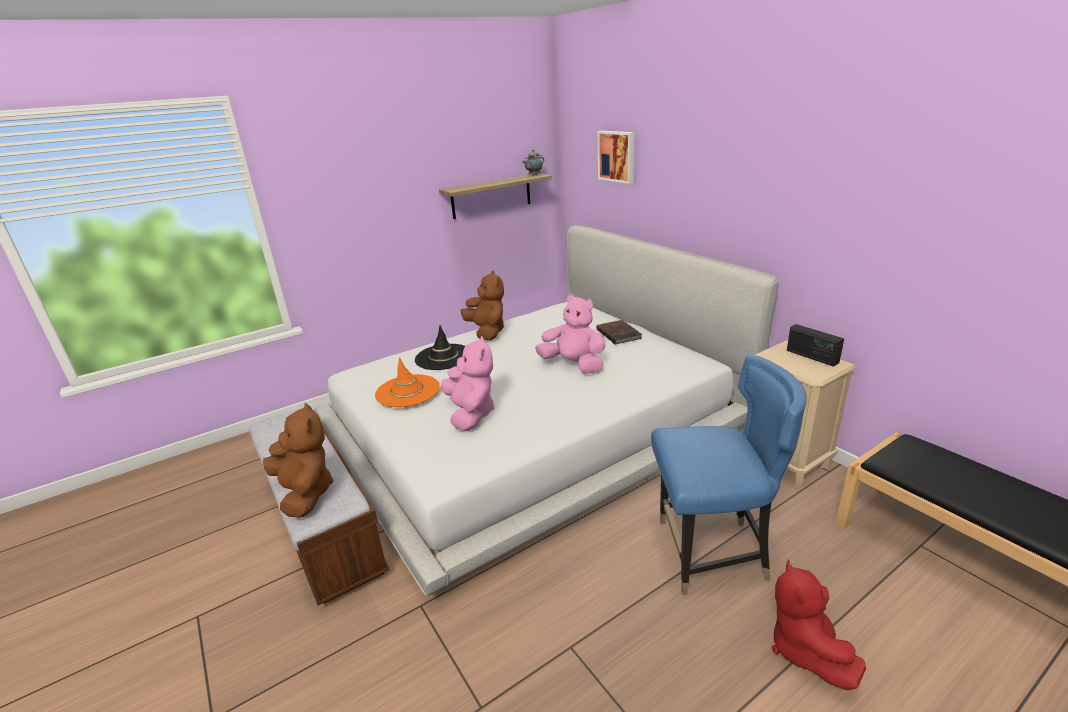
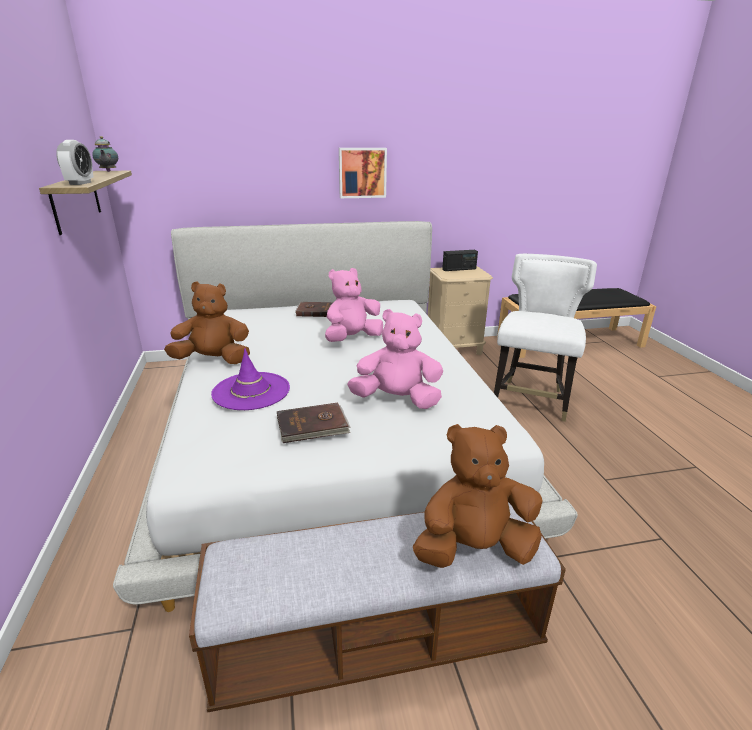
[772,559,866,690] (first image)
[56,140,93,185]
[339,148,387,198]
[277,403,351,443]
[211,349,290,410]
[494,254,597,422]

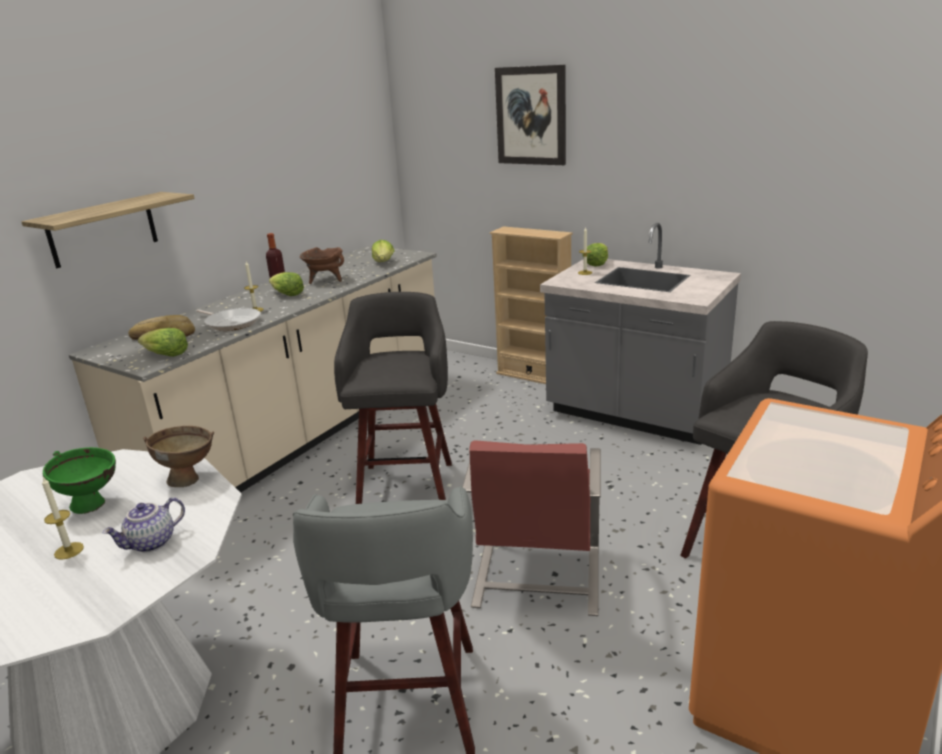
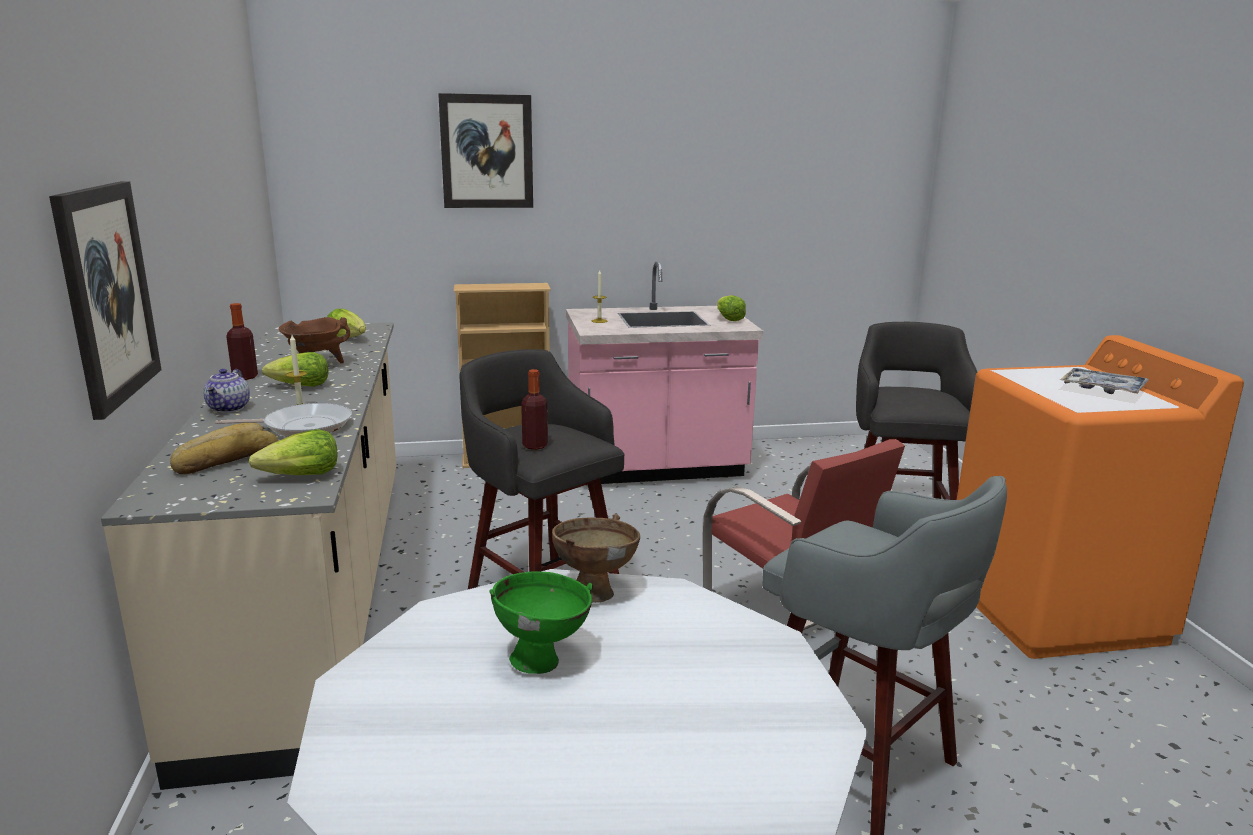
[42,477,84,560] (first image)
[521,369,548,450]
[1060,368,1149,394]
[204,369,250,413]
[717,295,746,321]
[49,181,162,420]
[566,262,763,485]

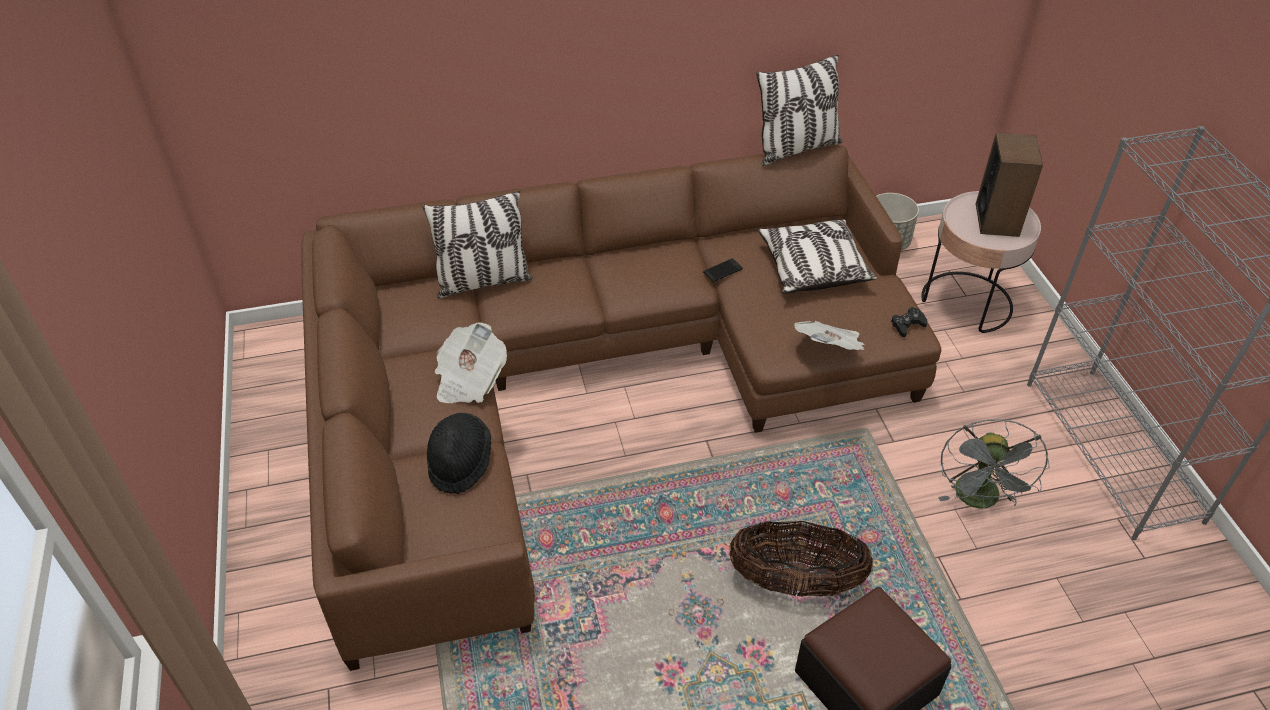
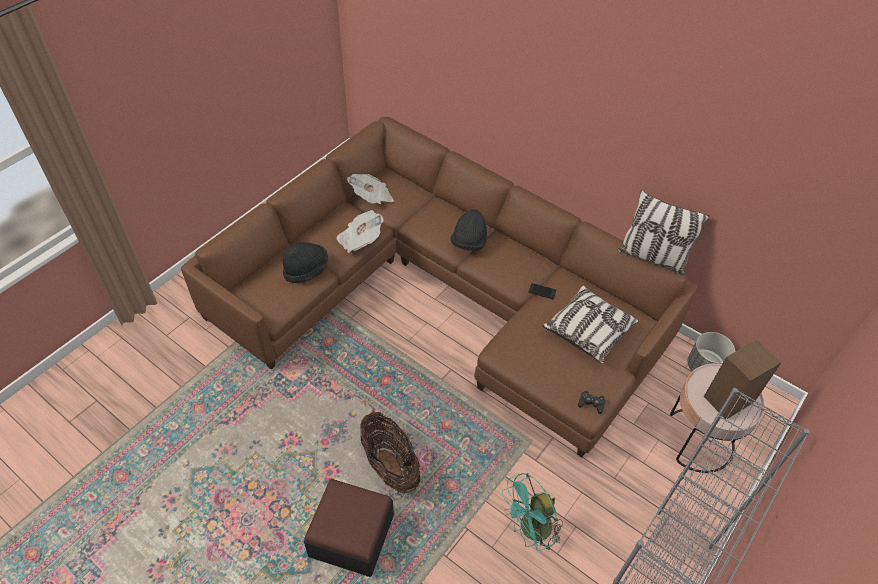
[423,191,533,298] (first image)
[450,209,487,251]
[347,174,394,204]
[502,473,563,551]

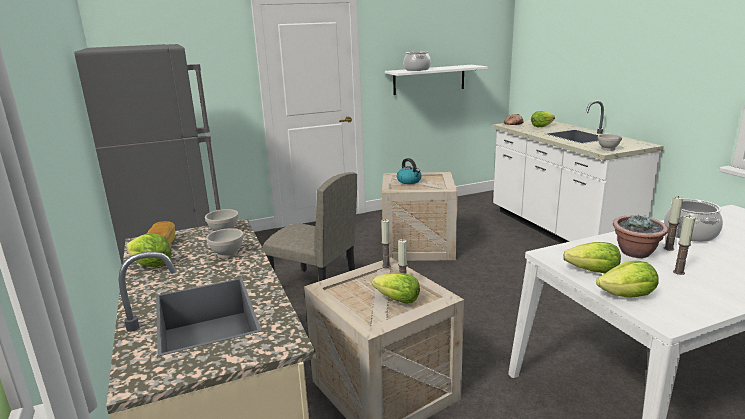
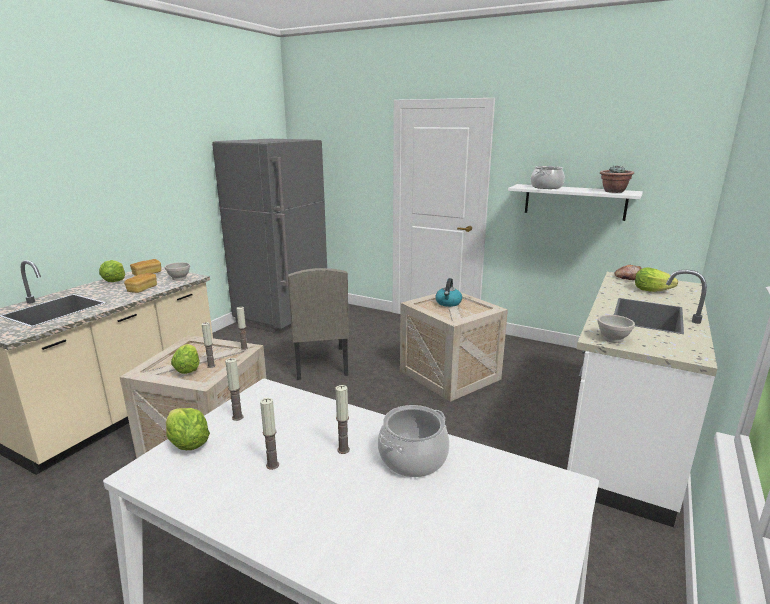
[600,165,634,193]
[124,273,157,293]
[225,358,243,421]

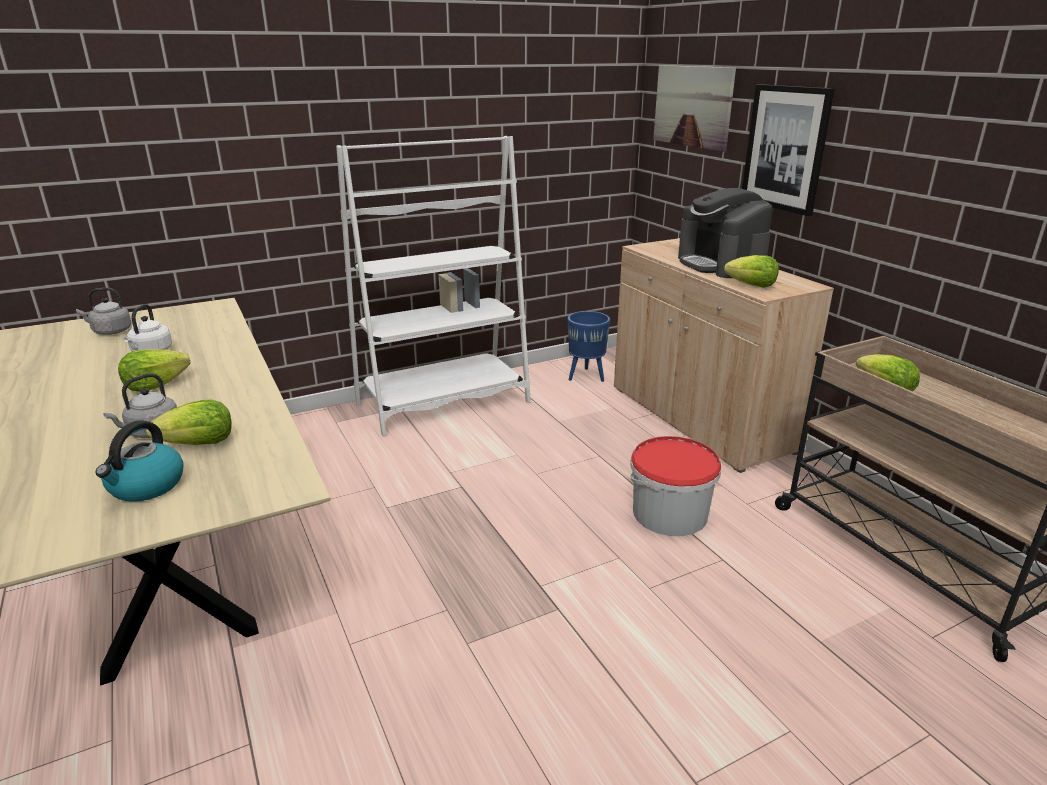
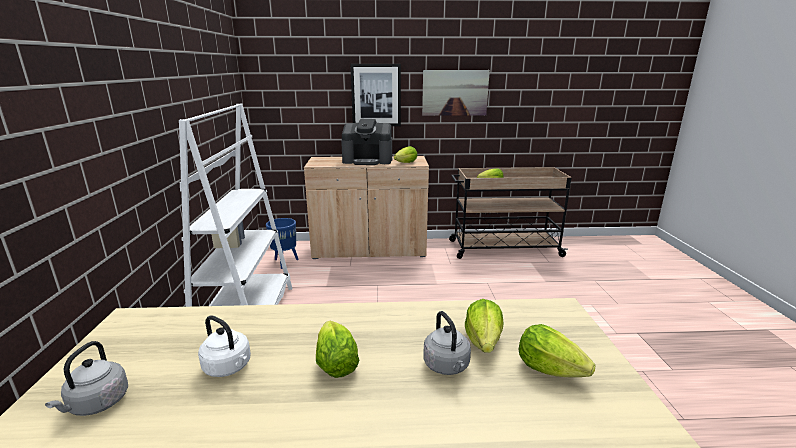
[630,436,721,536] (first image)
[422,70,490,116]
[518,324,596,377]

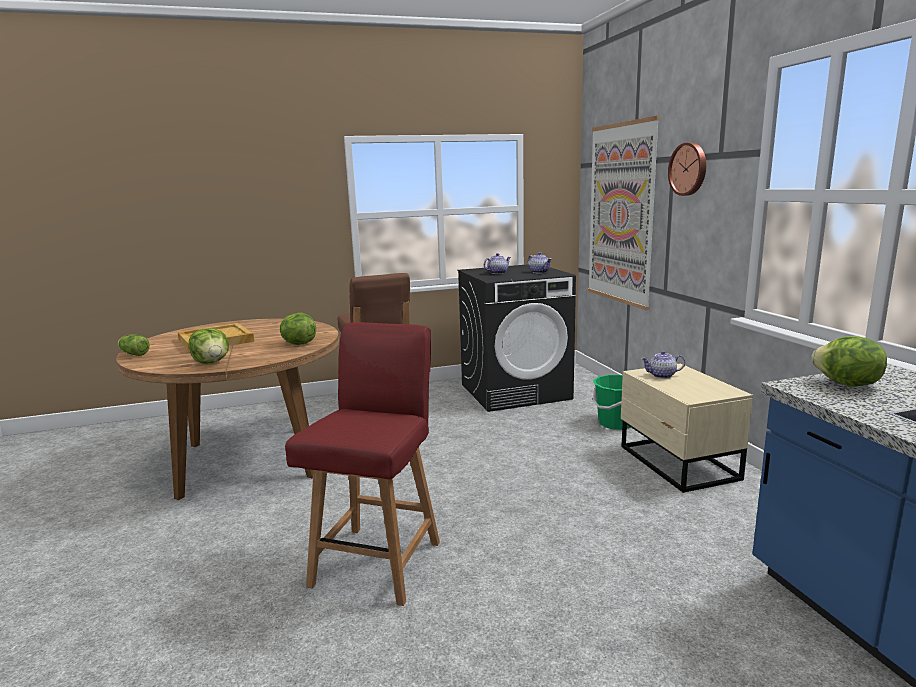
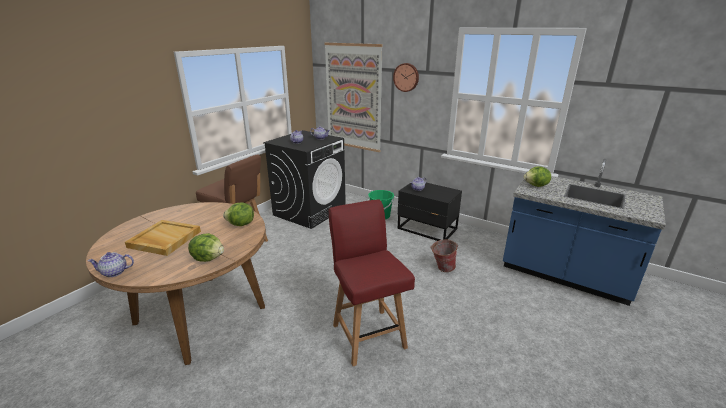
[431,239,458,272]
[88,252,134,277]
[398,183,462,241]

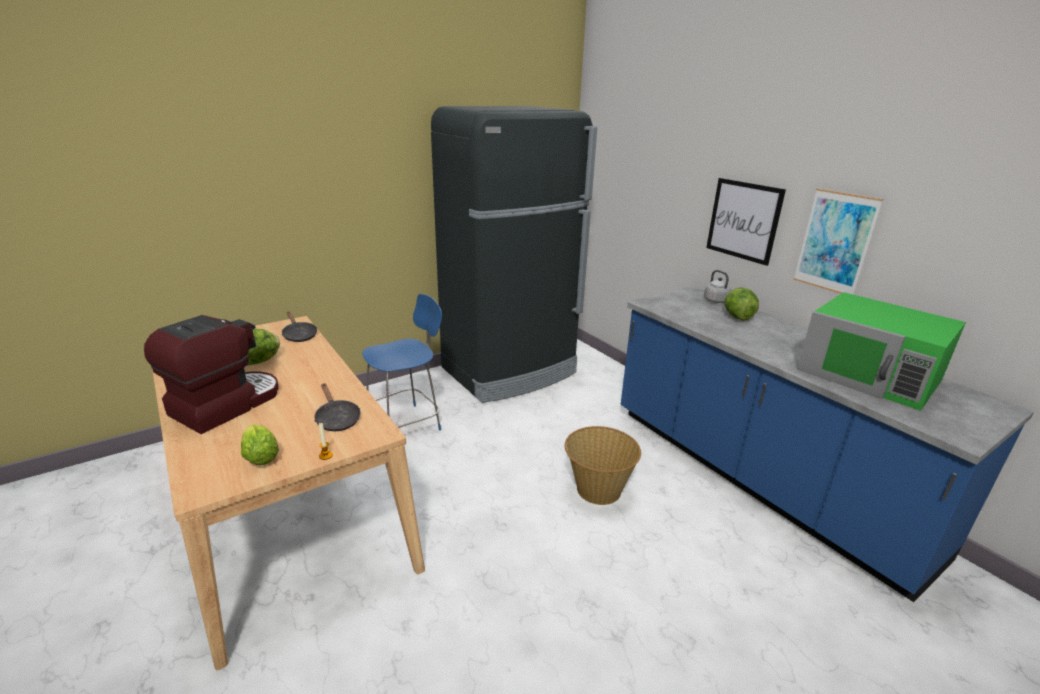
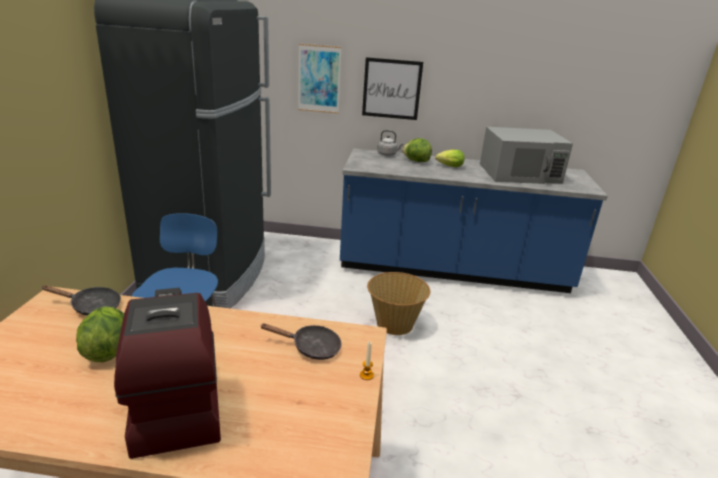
[435,149,465,167]
[298,44,342,113]
[480,127,573,184]

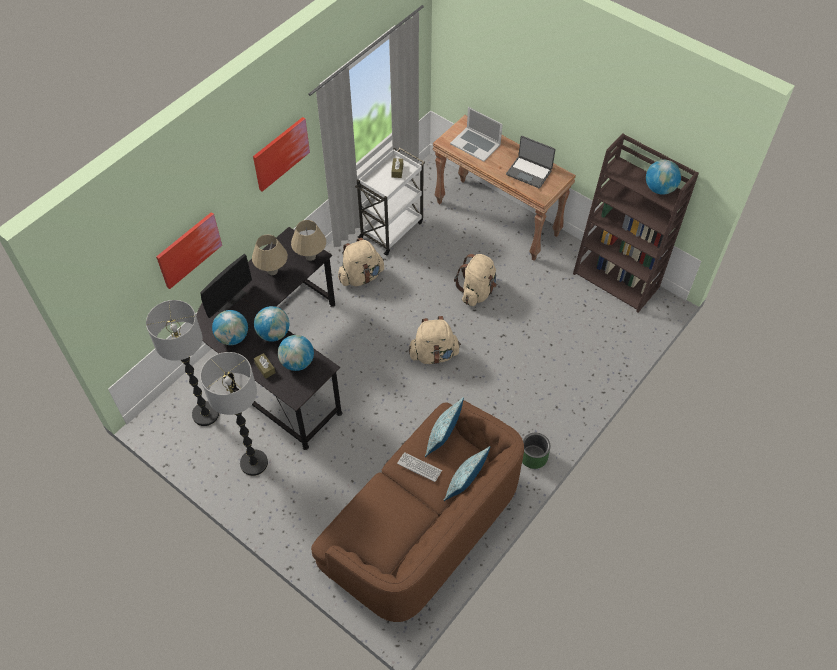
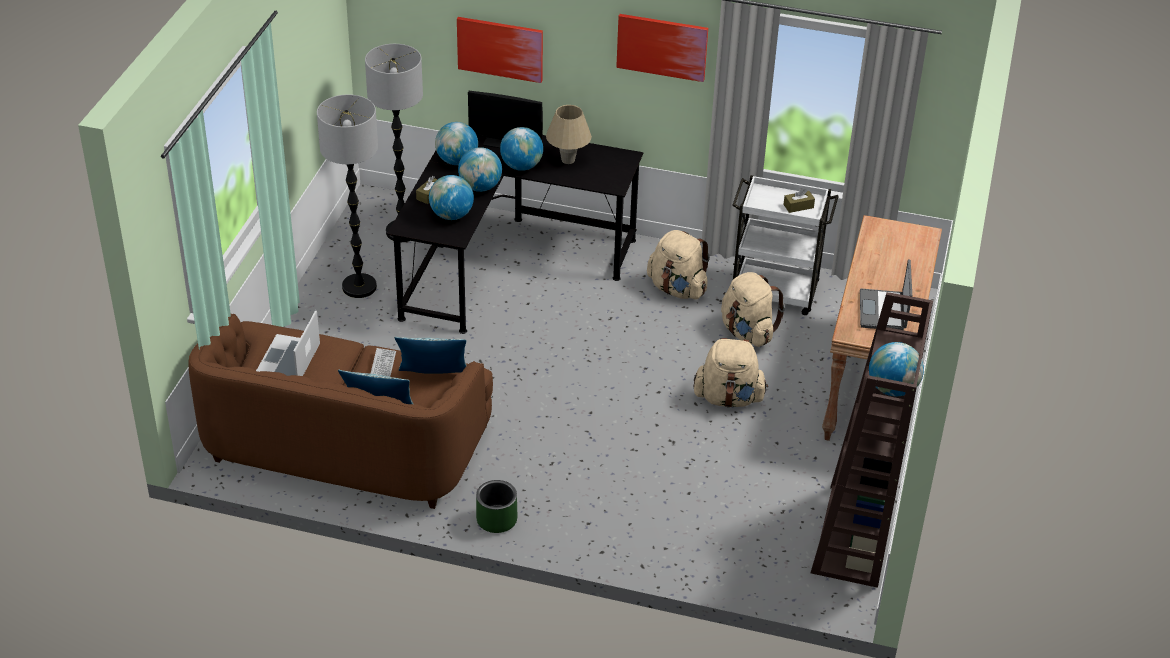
[291,220,326,261] (first image)
[500,127,543,171]
[721,272,785,347]
[256,310,320,376]

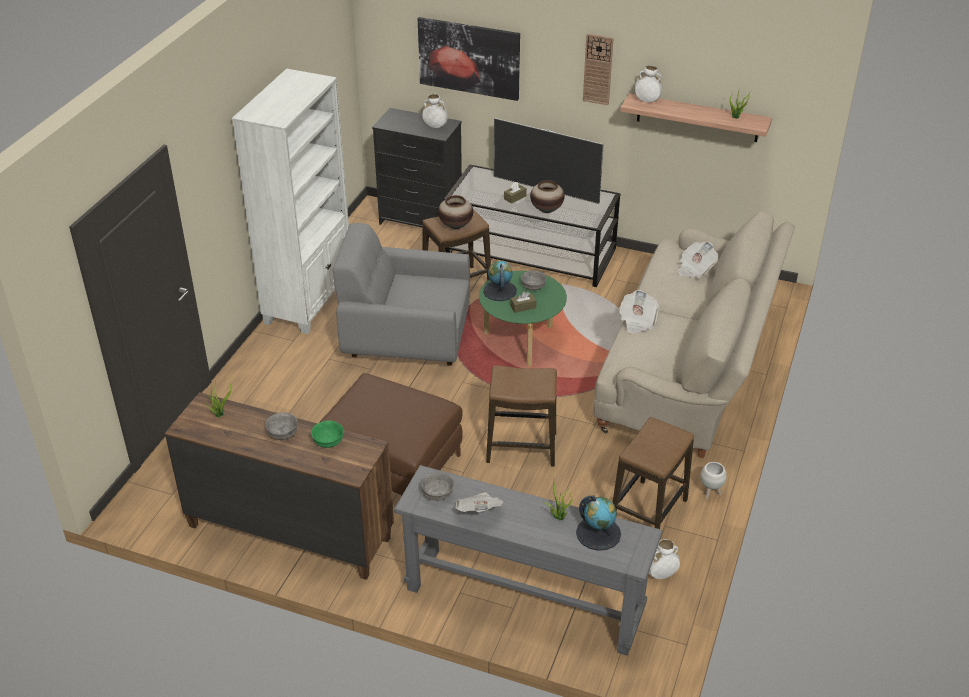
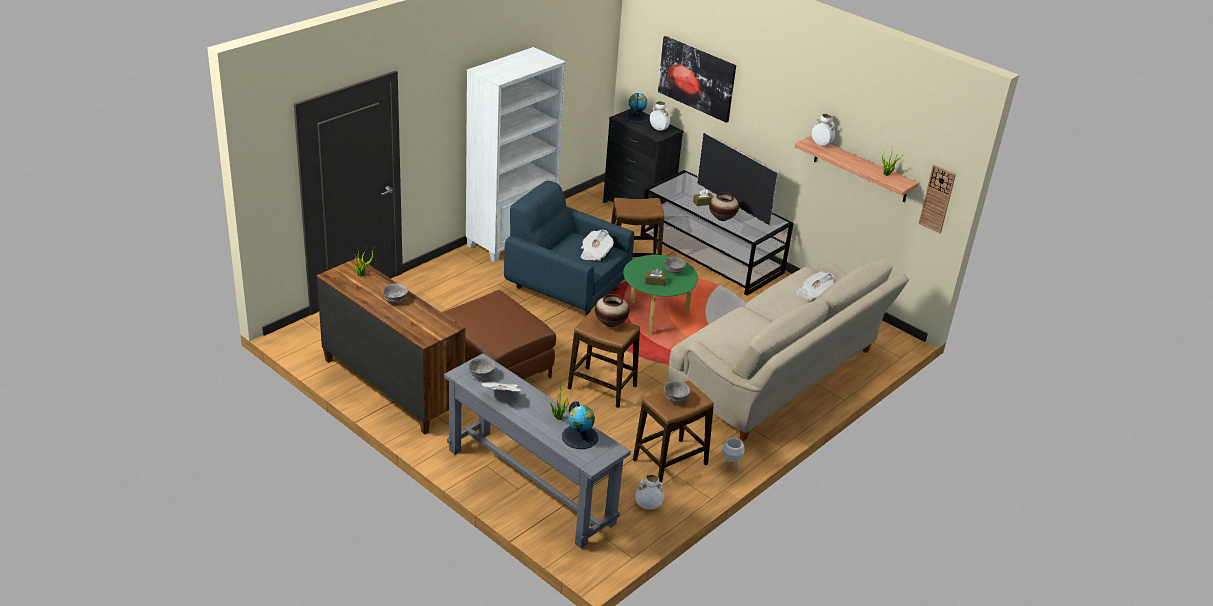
[311,421,344,448] (first image)
[664,381,690,403]
[595,294,629,327]
[624,93,649,124]
[919,165,956,233]
[581,230,614,261]
[504,181,634,315]

